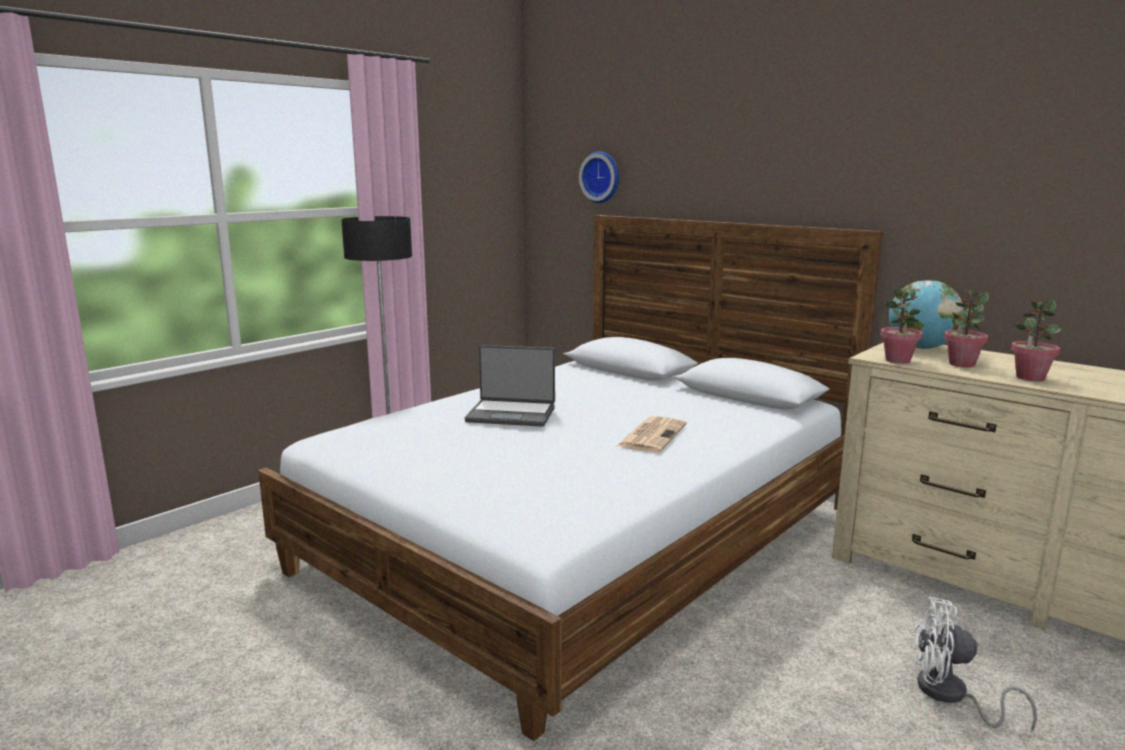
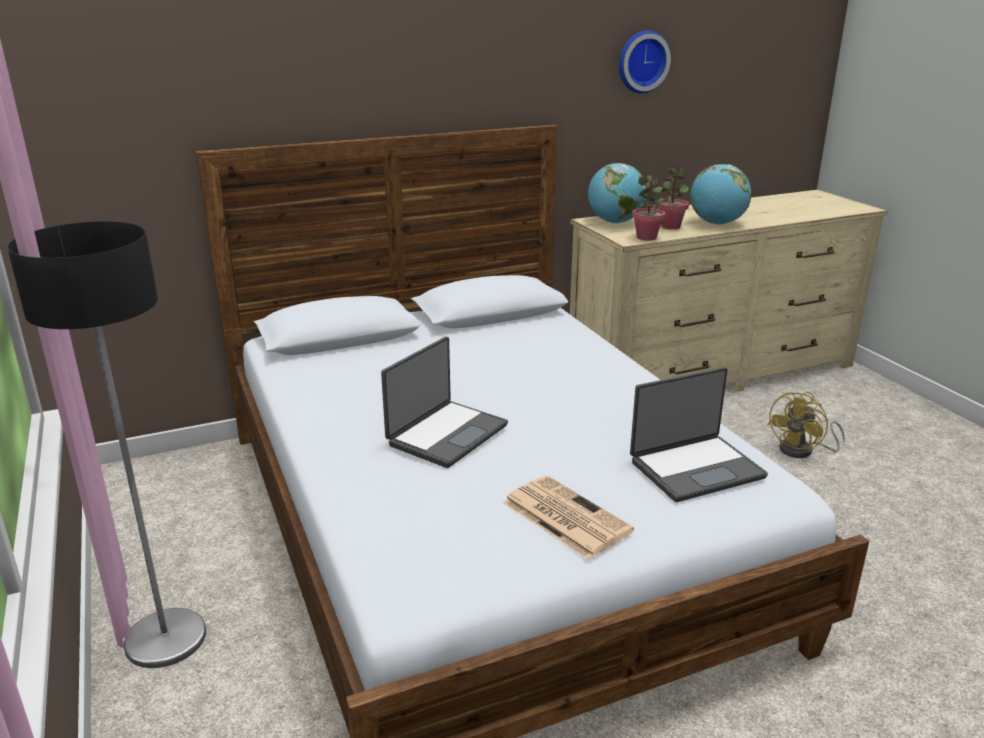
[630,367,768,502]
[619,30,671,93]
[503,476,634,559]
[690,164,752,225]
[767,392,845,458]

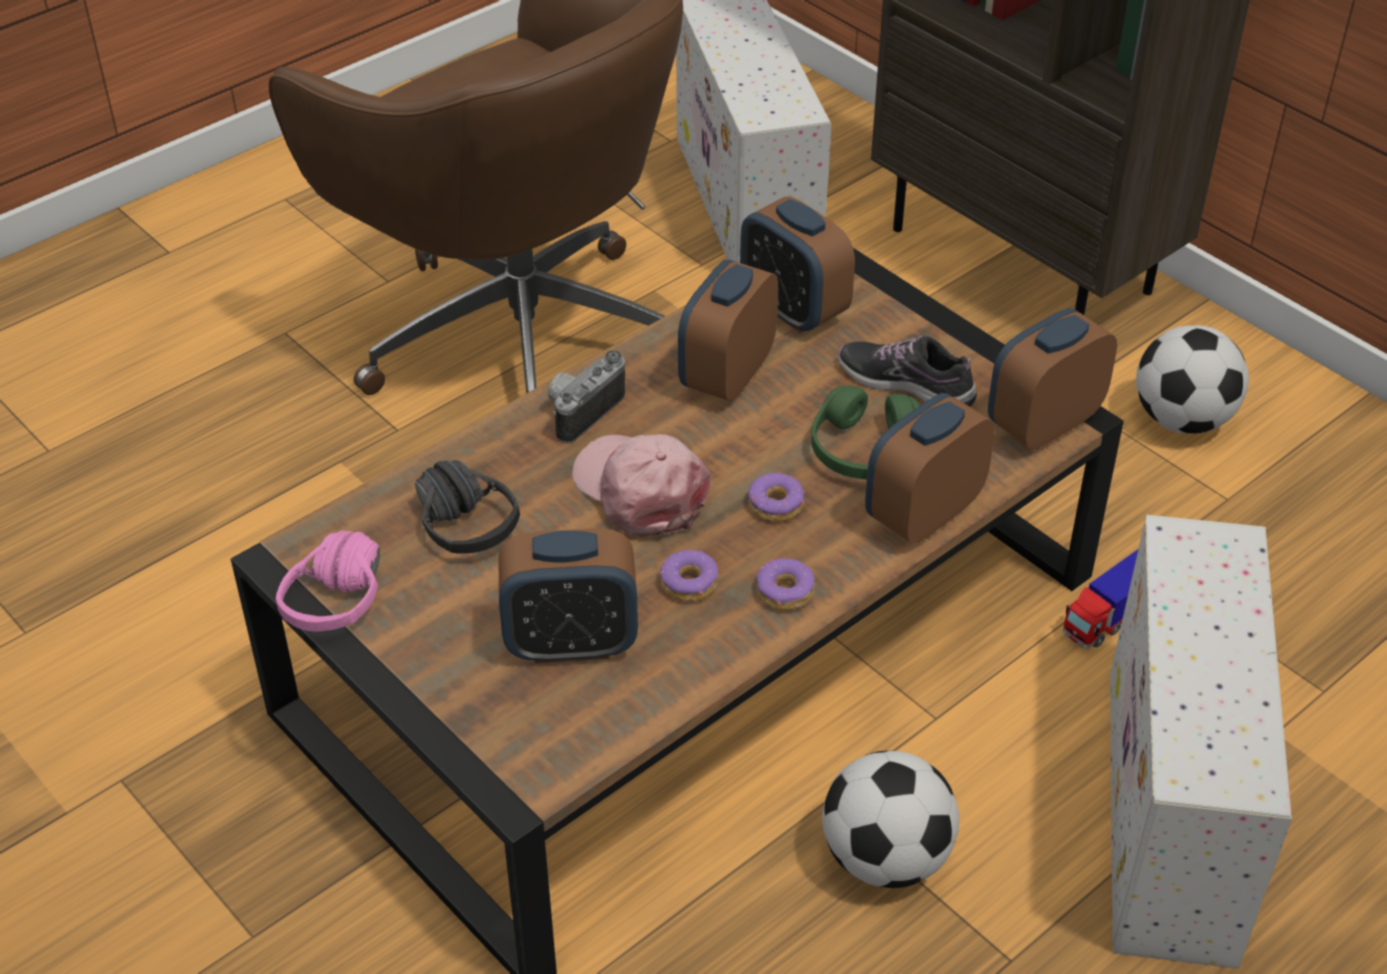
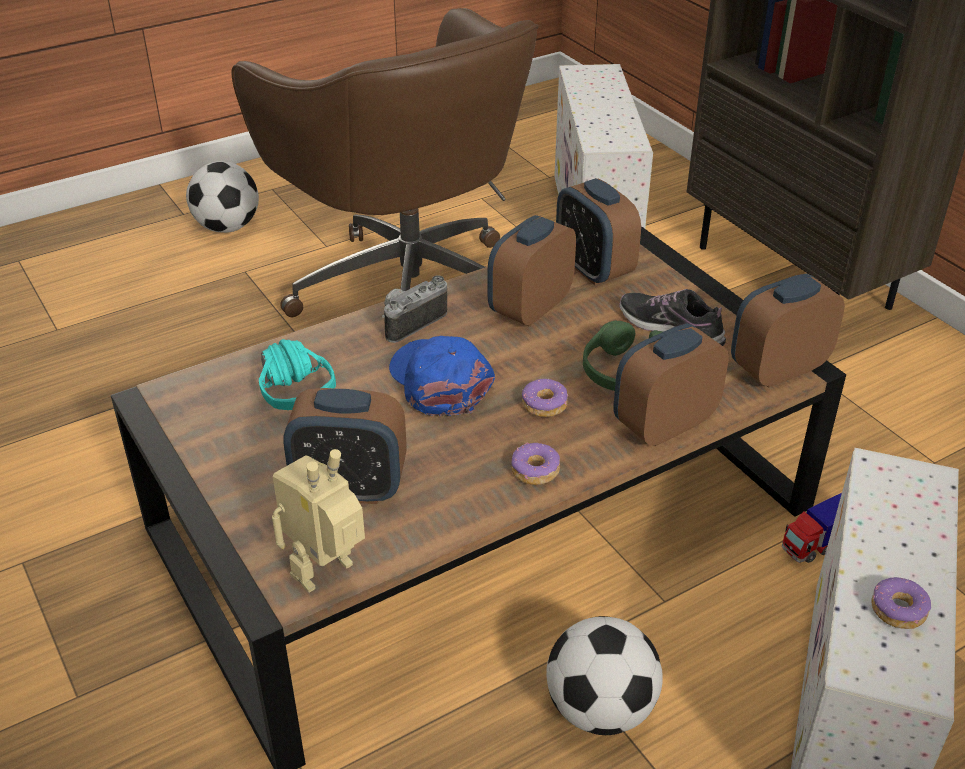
[276,531,380,632] (first image)
[272,449,365,592]
[871,577,931,629]
[186,161,259,233]
[259,339,336,410]
[389,336,495,416]

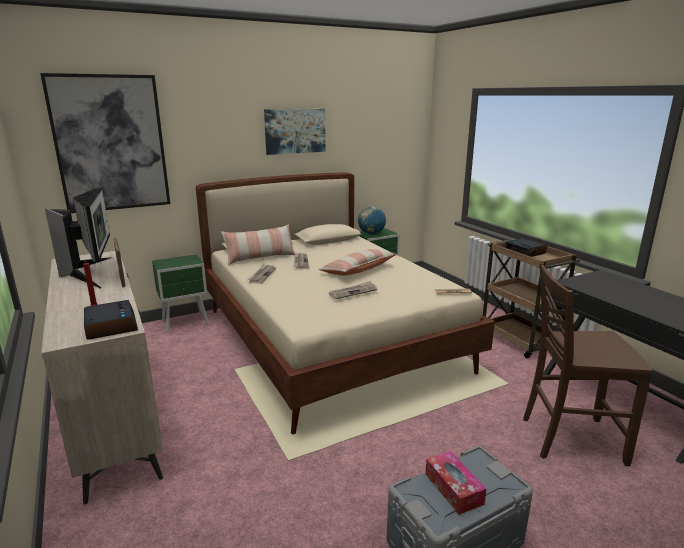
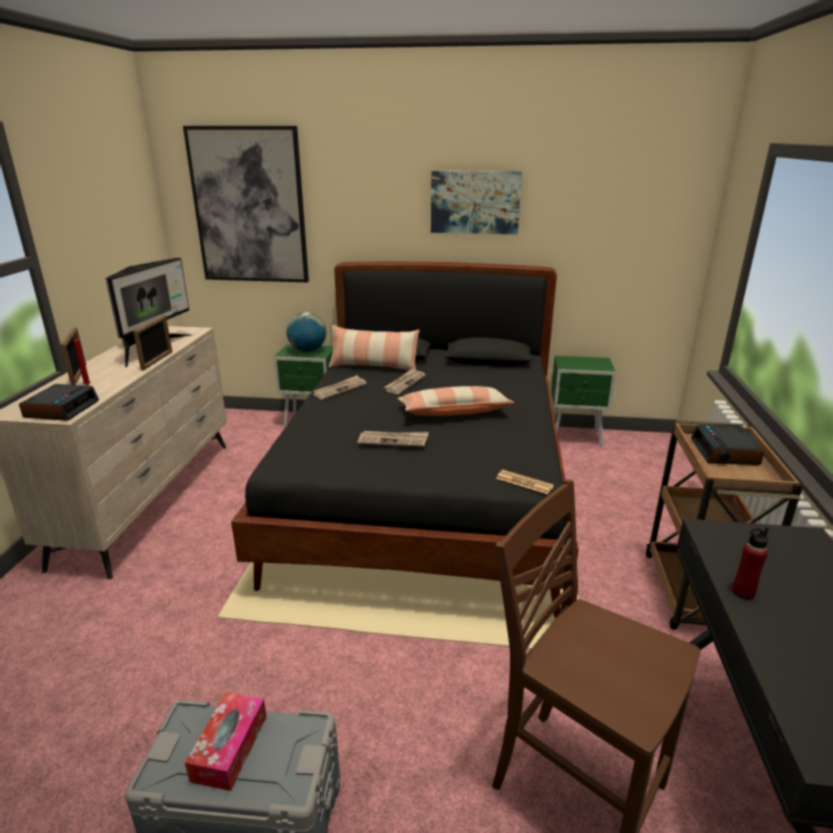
[61,327,86,385]
[732,527,768,600]
[286,312,327,352]
[231,262,579,618]

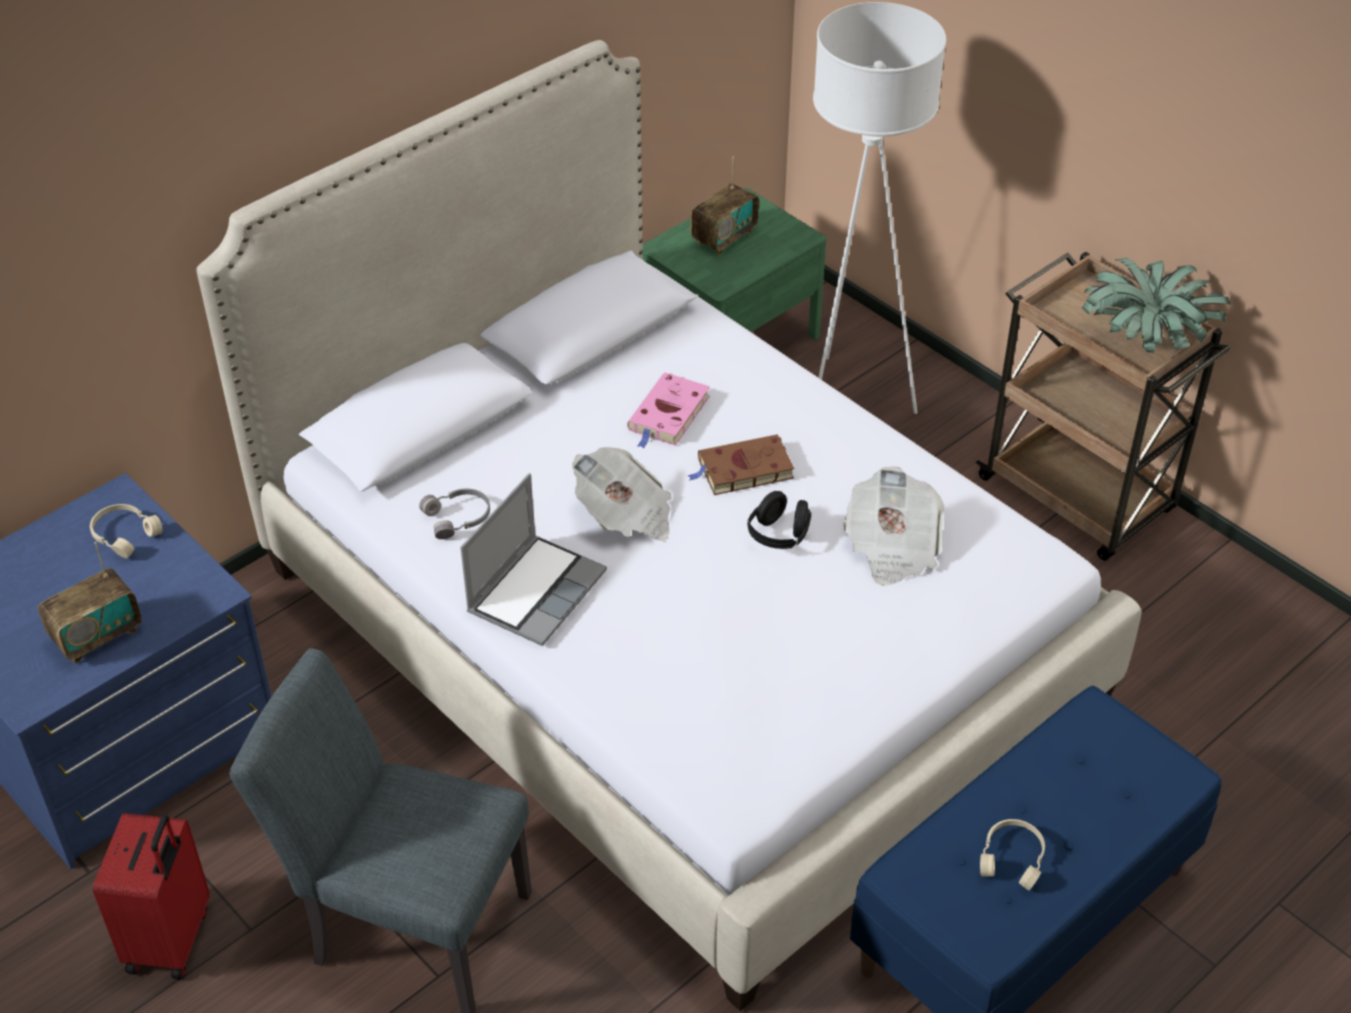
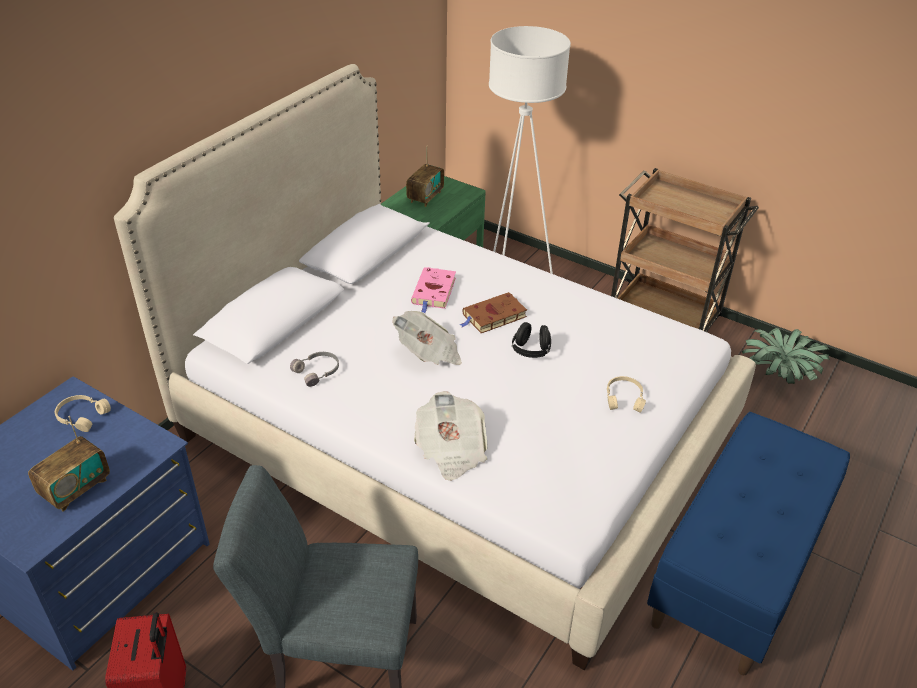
[460,473,607,646] (first image)
[414,391,488,481]
[607,376,646,413]
[742,328,830,384]

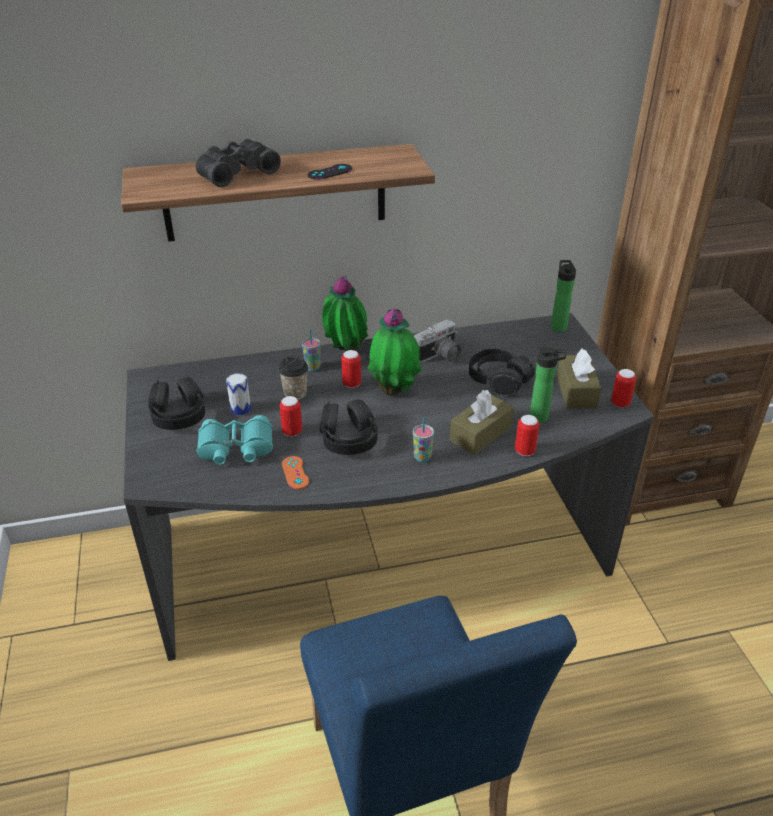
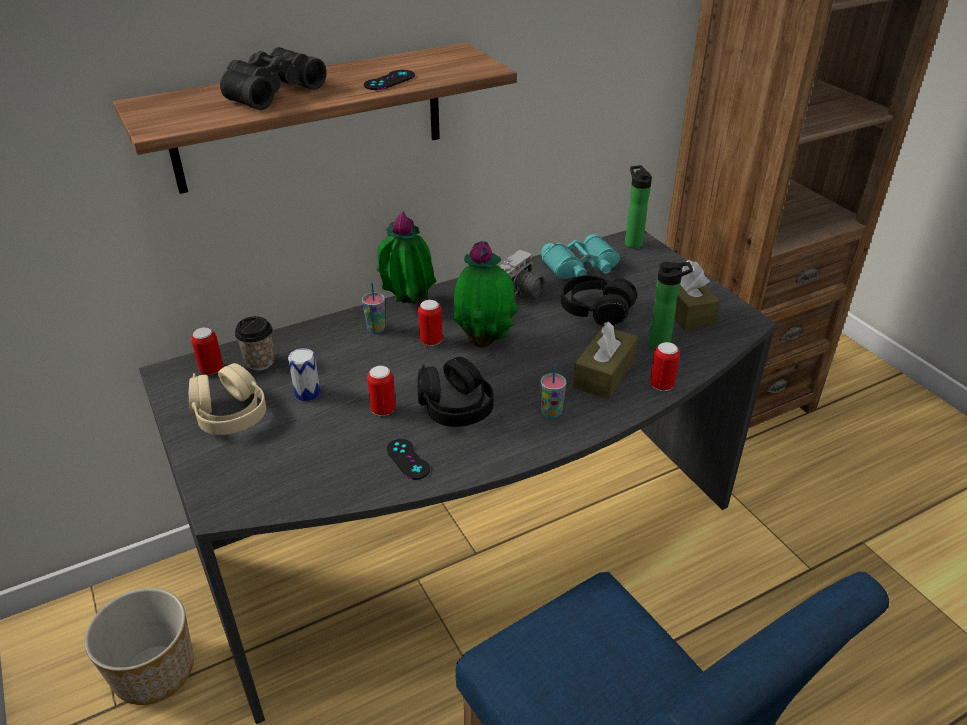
[85,588,194,705]
[541,234,620,279]
[235,316,274,371]
[191,327,223,375]
[189,363,266,435]
[387,439,430,480]

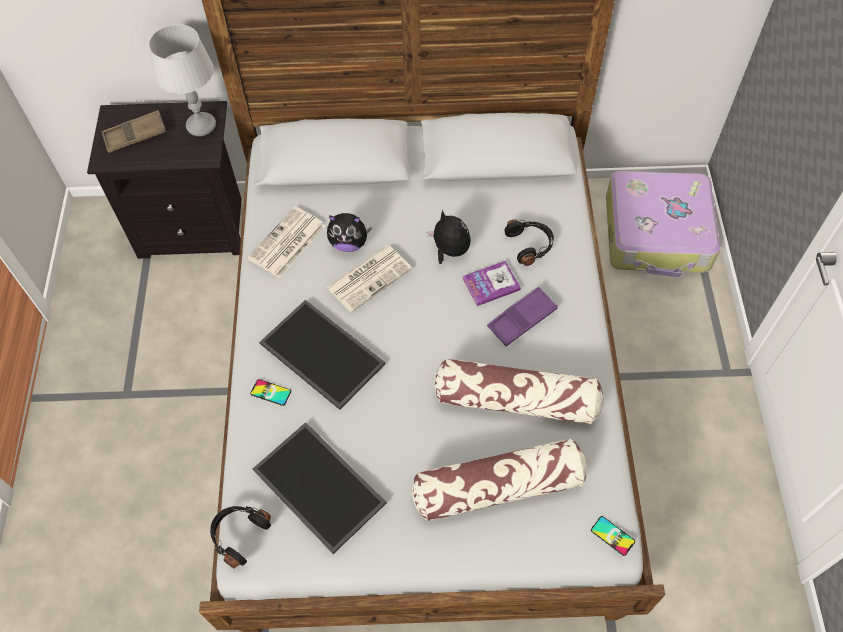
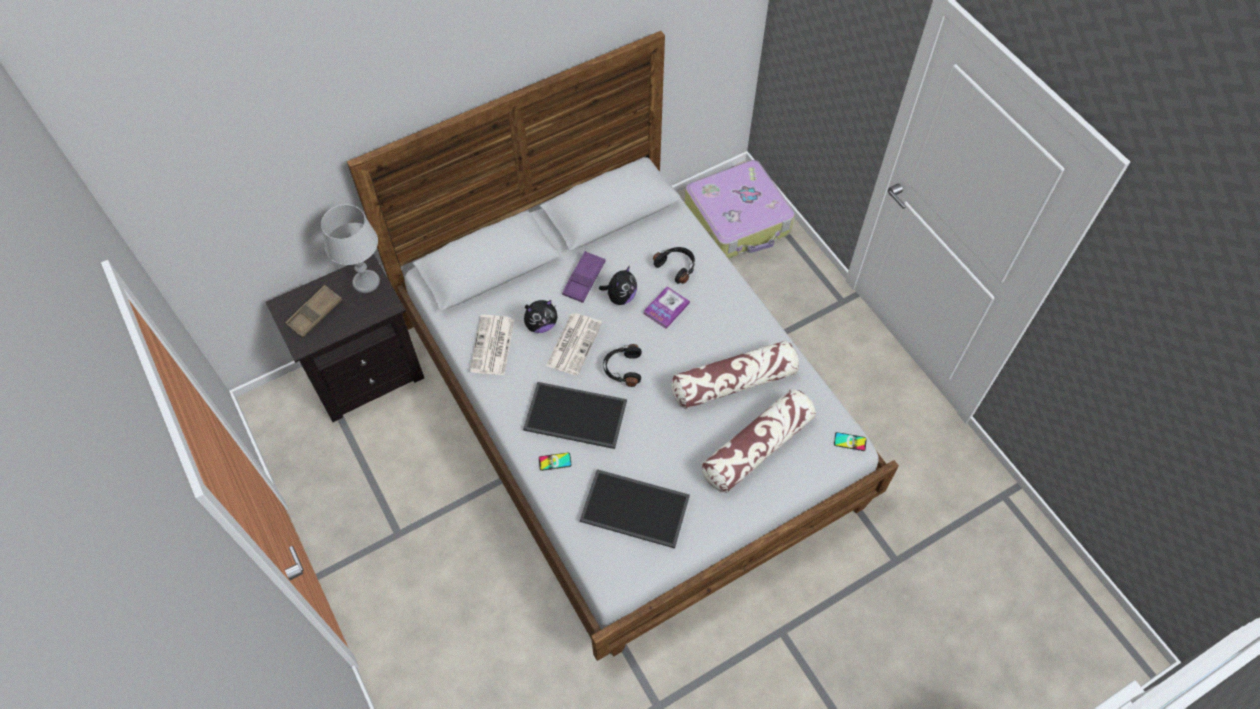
[603,344,642,387]
[562,251,606,303]
[599,266,637,305]

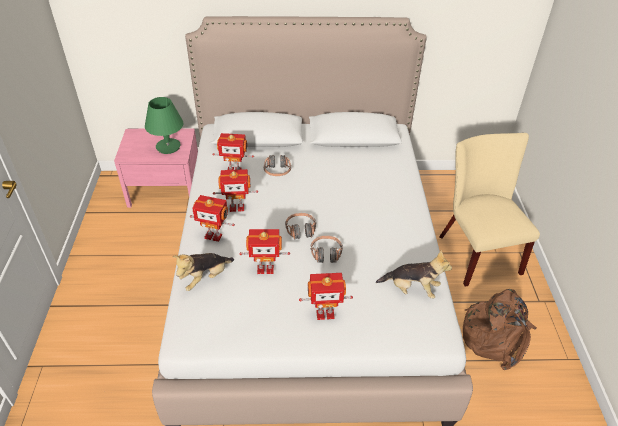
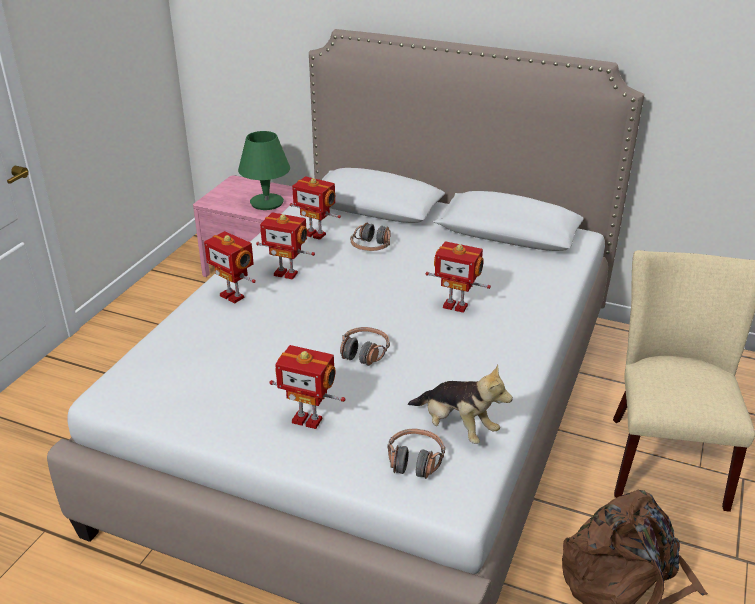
[173,253,234,291] (first image)
[426,241,491,313]
[388,429,445,479]

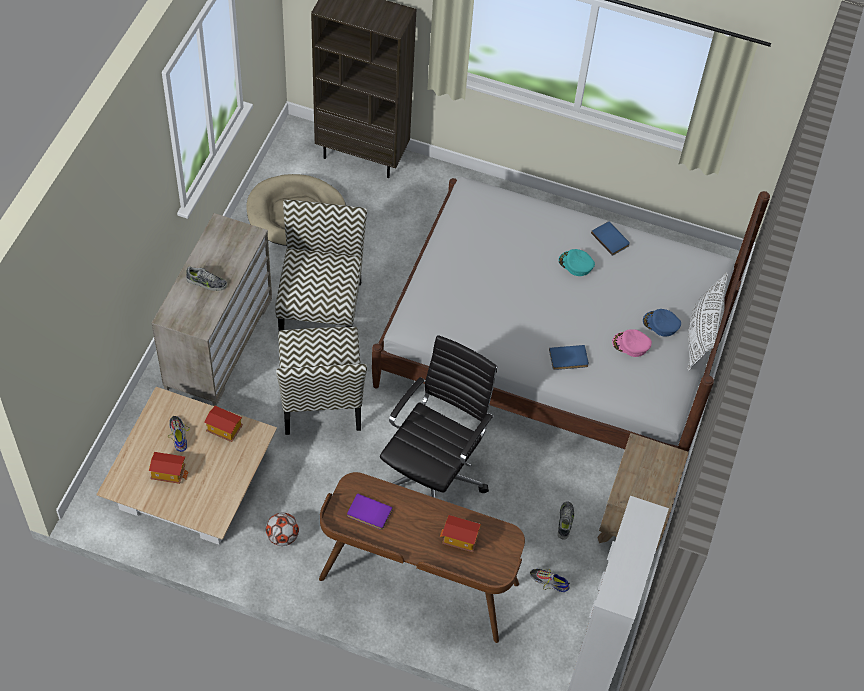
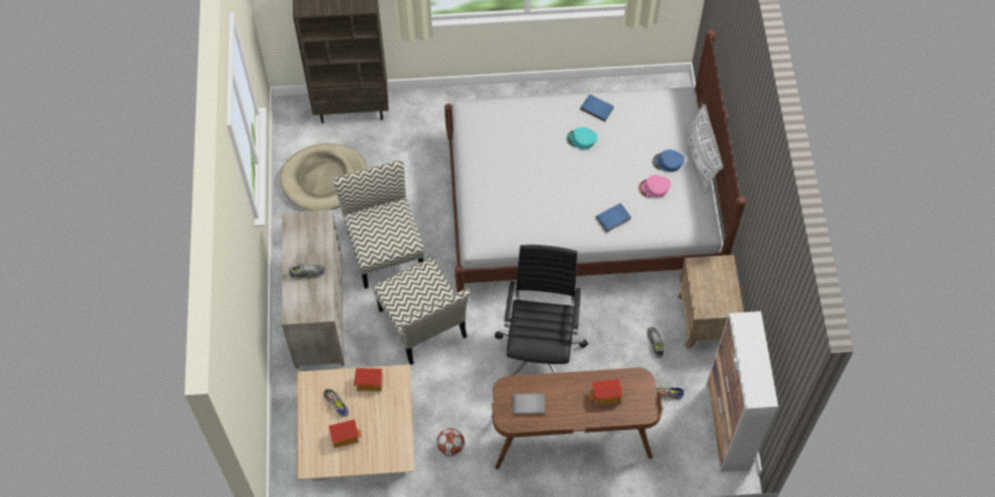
[512,393,545,415]

